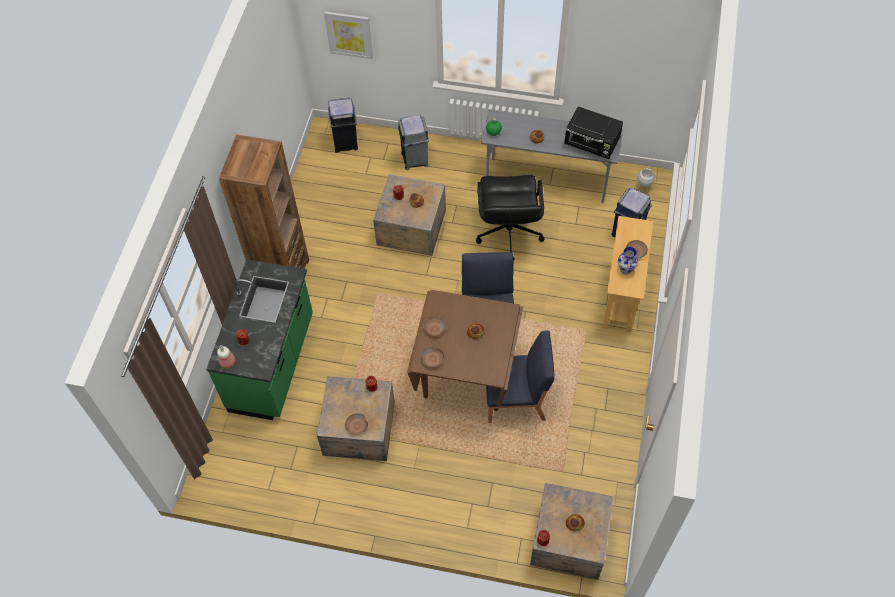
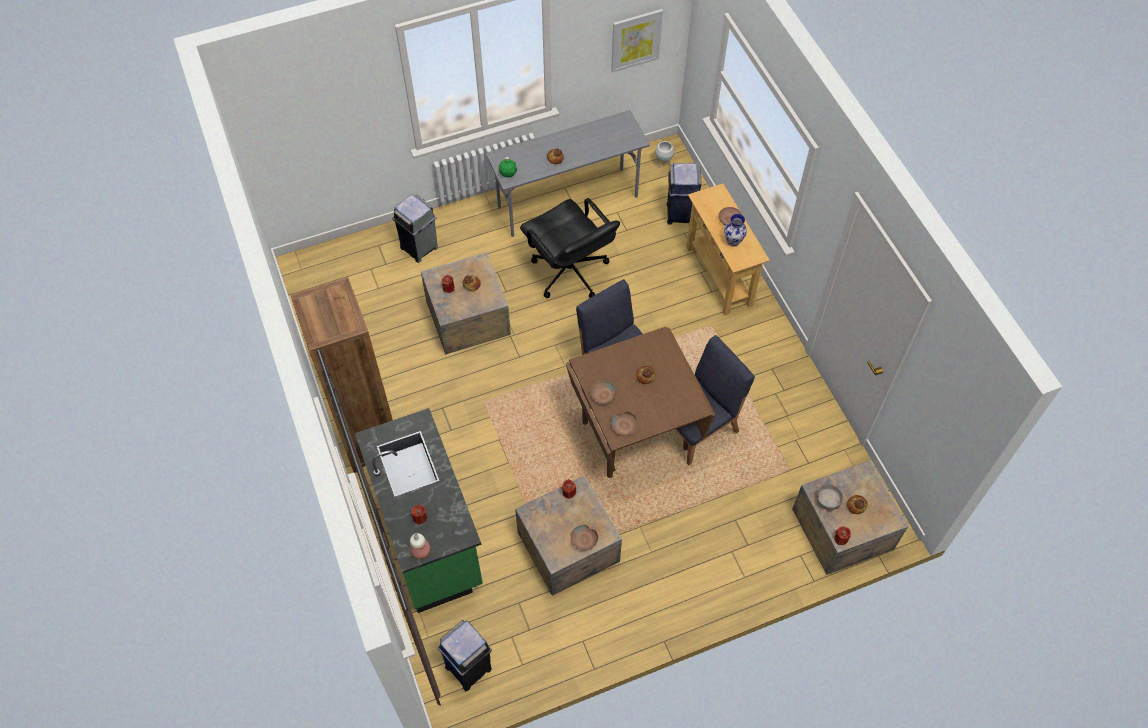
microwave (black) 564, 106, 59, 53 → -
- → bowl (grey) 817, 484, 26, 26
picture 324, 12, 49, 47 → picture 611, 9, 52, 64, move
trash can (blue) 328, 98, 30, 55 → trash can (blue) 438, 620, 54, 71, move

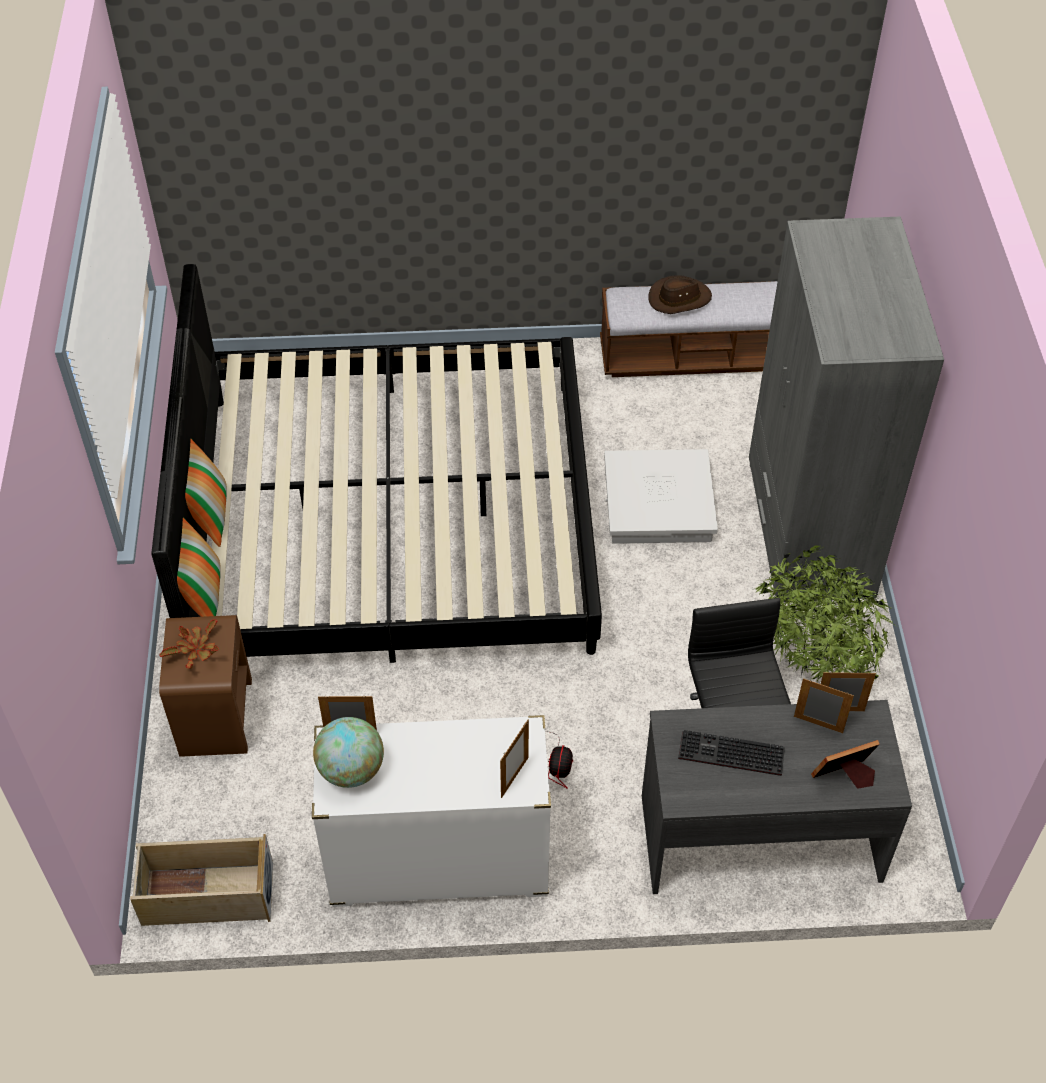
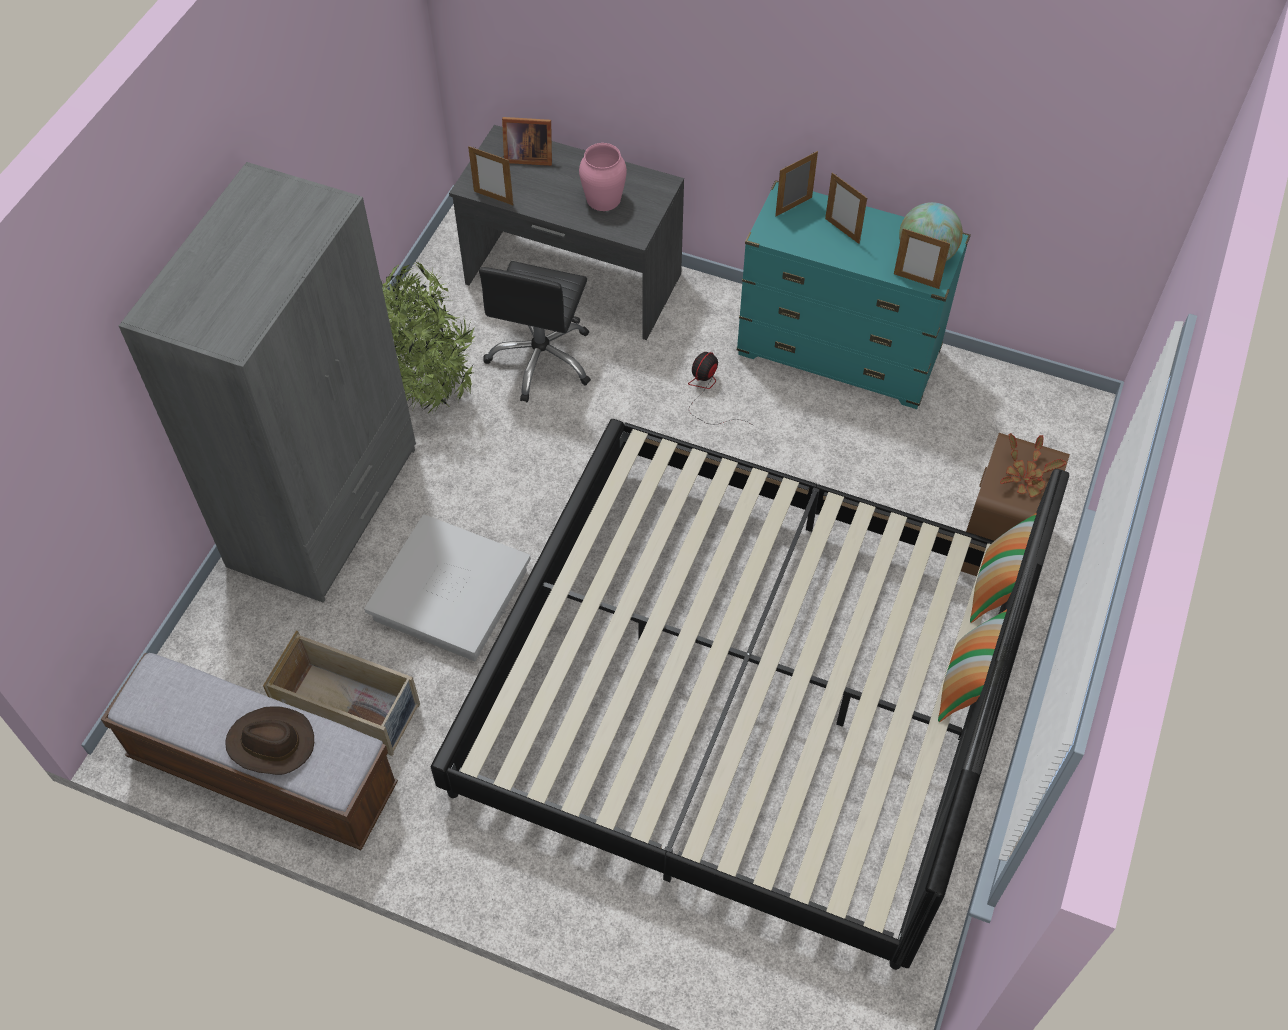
storage box (beige) 130, 834, 143, 92 → storage box (beige) 263, 631, 157, 125, move
picture frame 794, 678, 60, 55 → picture frame 825, 173, 42, 71, move
keyboard 678, 730, 107, 46 → vase (pink) 579, 143, 48, 68
dresser (white) 312, 715, 239, 192 → dresser (turquoise) 736, 180, 235, 229

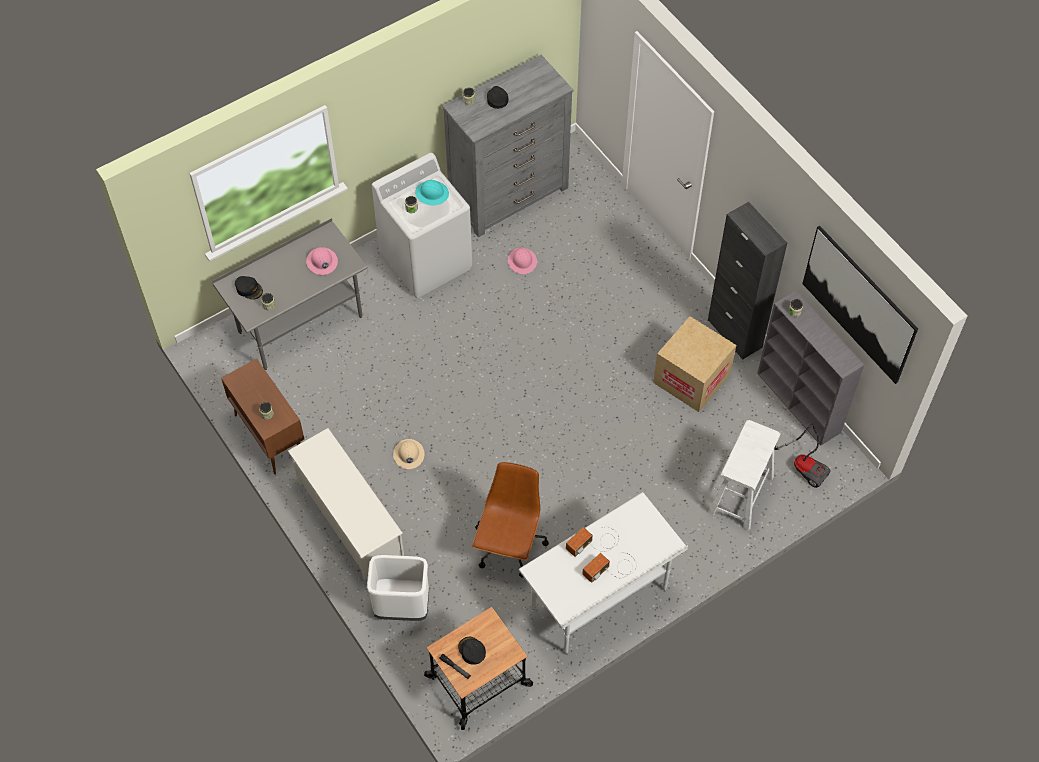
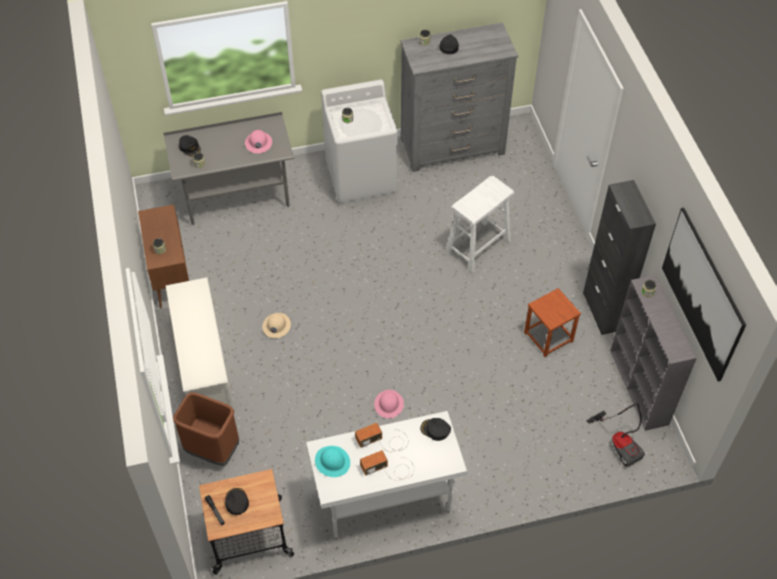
office chair (brown) 472, 462, 77, 115 → -
- → cap (black) 420, 418, 31, 23
hard hat (turquoise) 415, 180, 34, 25 → hard hat (turquoise) 315, 446, 35, 31, move
hard hat (pink) 508, 248, 29, 26 → hard hat (pink) 374, 390, 30, 28, move
stool (white) 708, 420, 72, 111 → stool (white) 445, 176, 69, 97, move
cardboard box 653, 316, 83, 96 → stool (brown) 524, 288, 57, 69
trash can (white) 367, 555, 62, 66 → trash can (brown) 173, 393, 66, 73

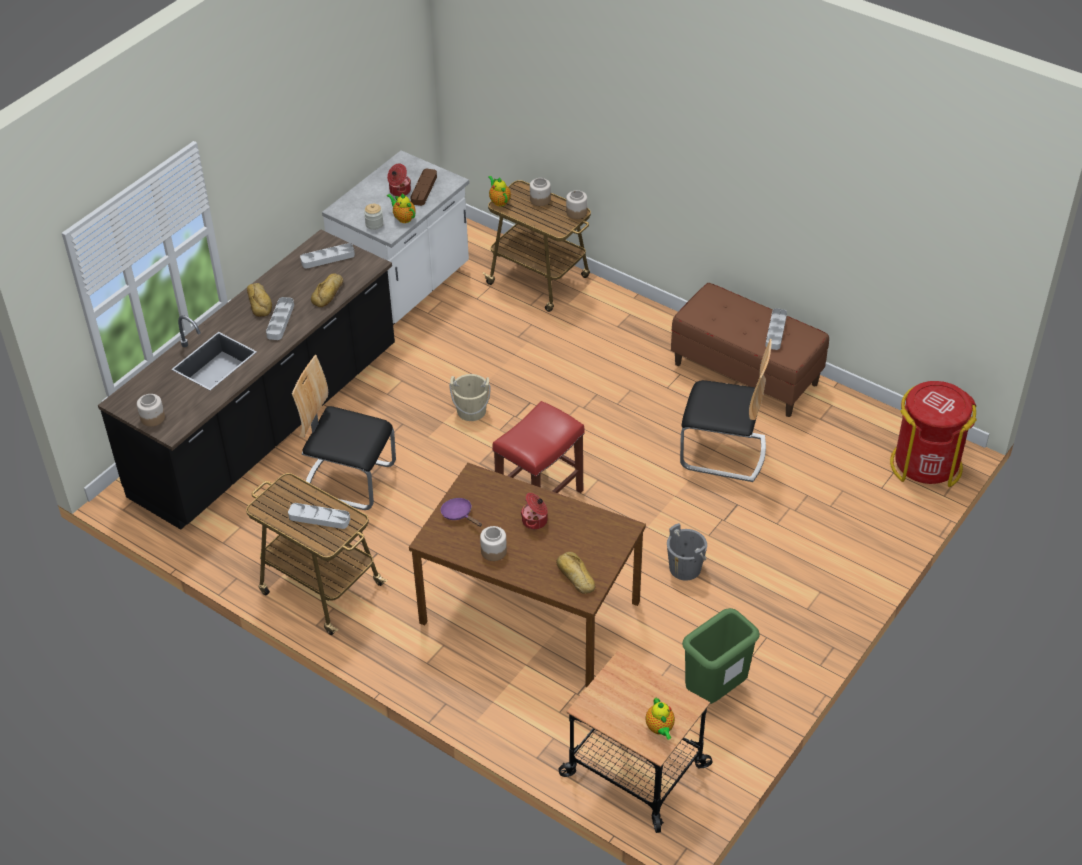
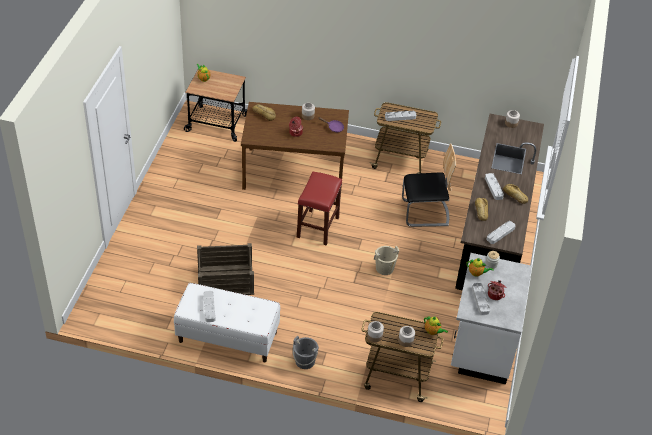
trash can (green) 682, 608, 78, 96 → -
trash can (red) 890, 381, 87, 106 → -
bucket (grey) 667, 523, 40, 58 → bucket (grey) 293, 336, 26, 33, move
chair 680, 339, 92, 143 → crate 197, 243, 57, 52
tray (brown) 410, 169, 27, 37 → tray (grey) 472, 283, 18, 32
bench (brown) 671, 283, 158, 134 → bench (white) 174, 283, 106, 80

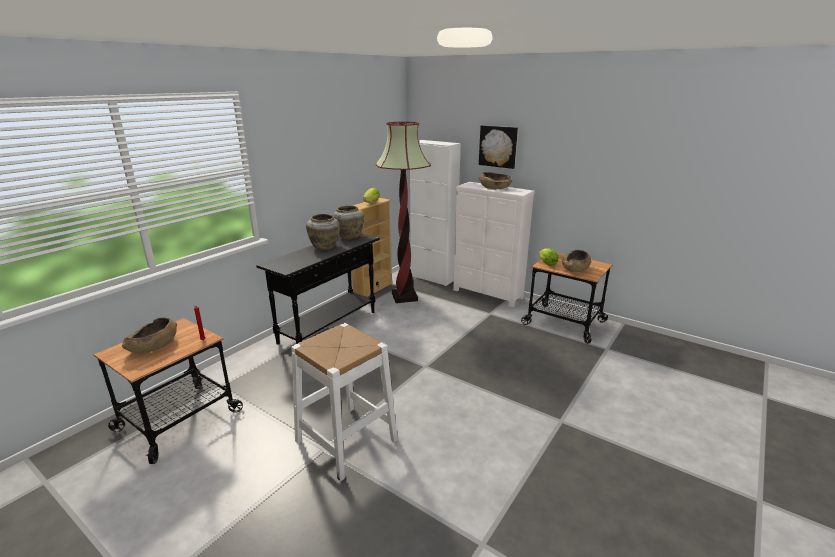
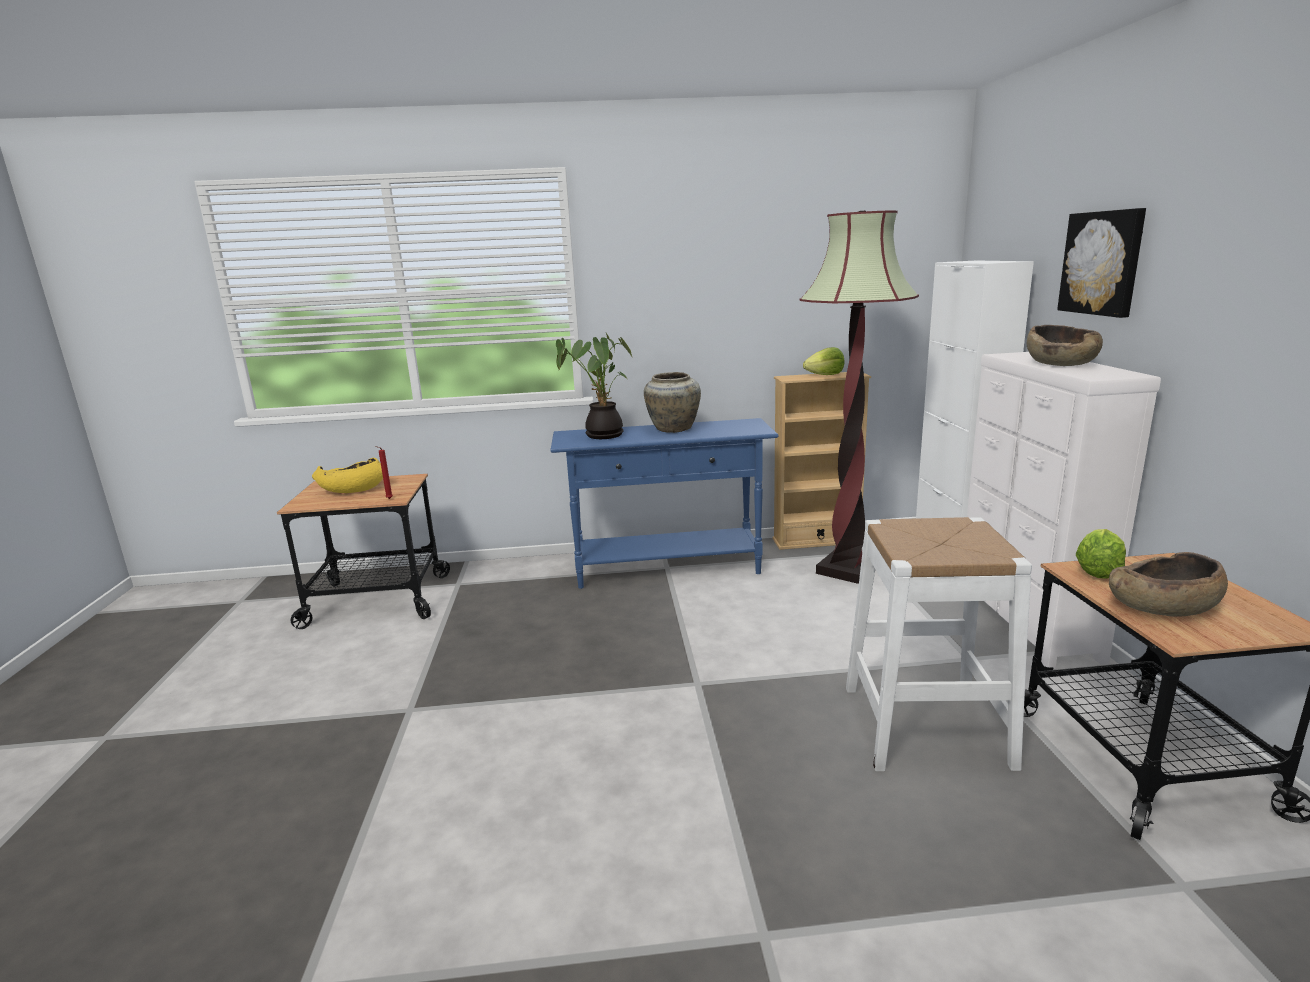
vase (beige) 333, 206, 31, 33 → -
- → potted plant 556, 333, 77, 106
stool (white) 291, 323, 107, 158 → stool (white) 846, 517, 186, 254, move
bowl (brown) 122, 317, 55, 36 → bowl (yellow) 312, 458, 71, 35
console table (black) 256, 234, 124, 111 → console table (blue) 550, 418, 228, 171

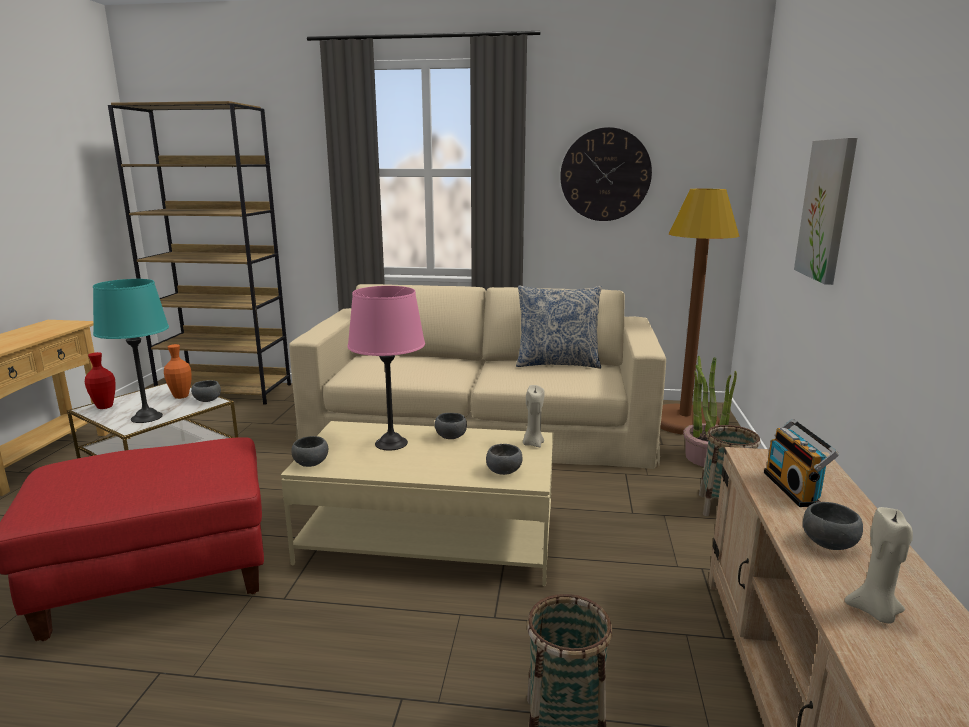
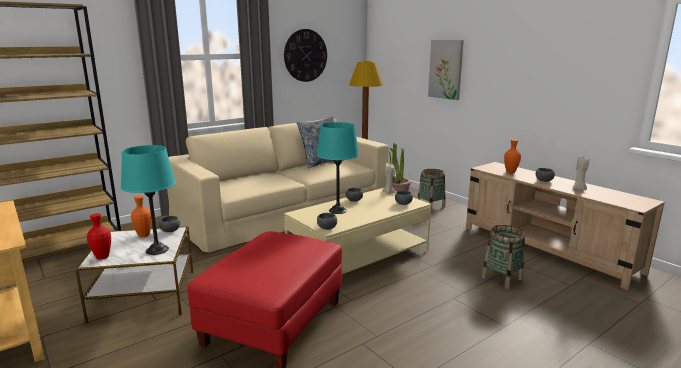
radio 764, 419, 75, 88 → vase (orange) 504, 139, 17, 34
table lamp (pink) 348, 286, 77, 164 → table lamp (turquoise) 317, 122, 42, 92

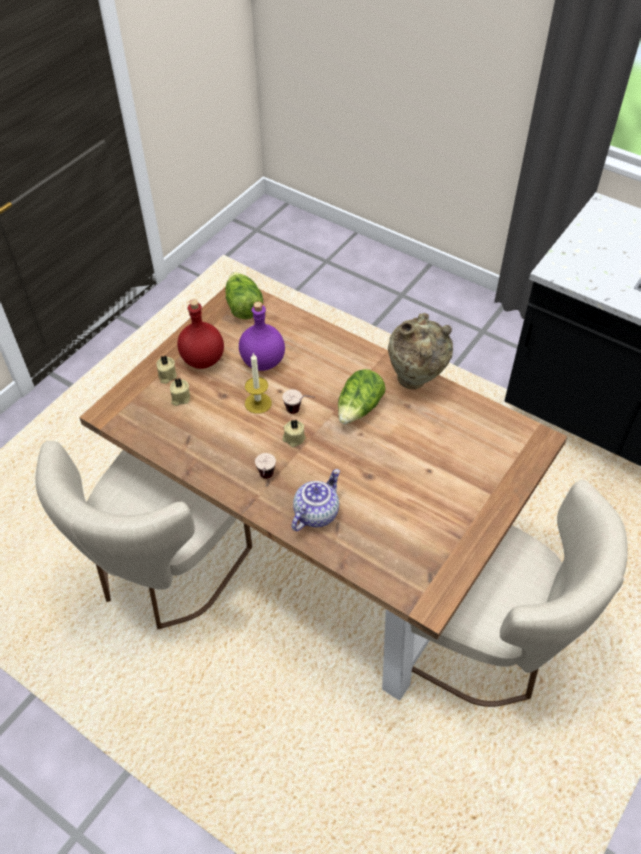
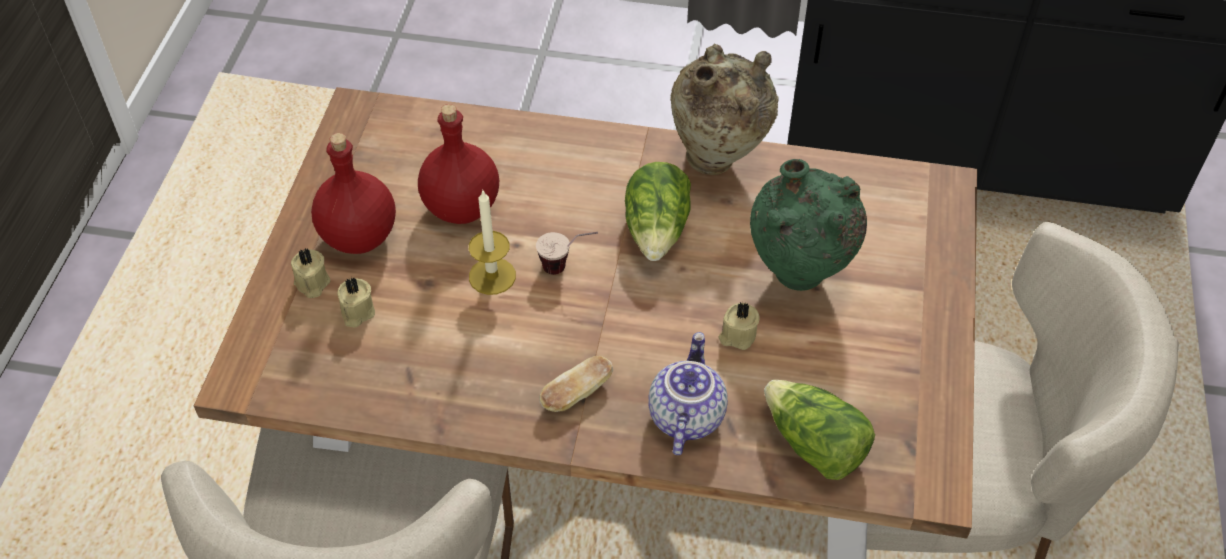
- → vase (green) 750, 159, 117, 132
lettuce 225, 272, 38, 47 → lettuce 764, 380, 111, 100, move
candle (beige) 282, 420, 24, 27 → candle (beige) 718, 302, 42, 48, move
cup 255, 453, 21, 26 → bread 539, 356, 74, 56
bottle (purple) 239, 302, 46, 69 → bottle (red) 418, 104, 81, 120

